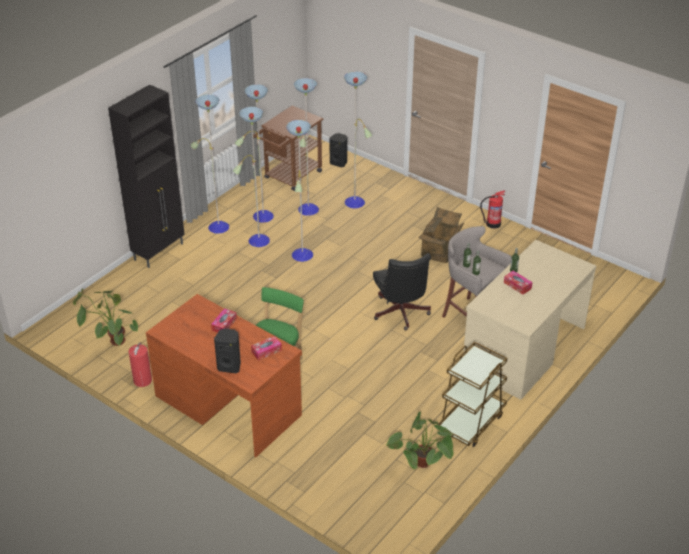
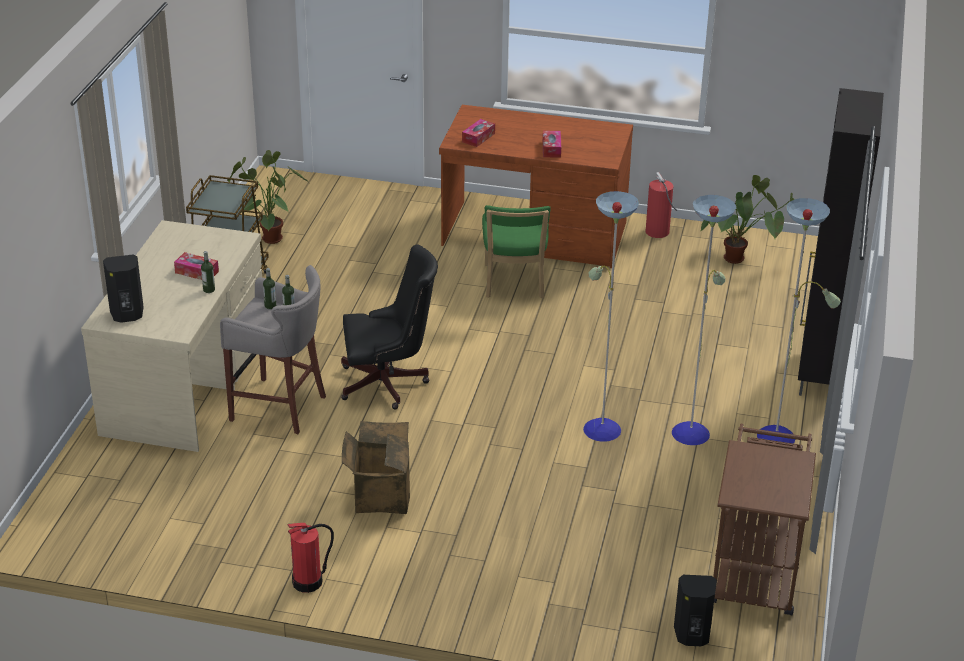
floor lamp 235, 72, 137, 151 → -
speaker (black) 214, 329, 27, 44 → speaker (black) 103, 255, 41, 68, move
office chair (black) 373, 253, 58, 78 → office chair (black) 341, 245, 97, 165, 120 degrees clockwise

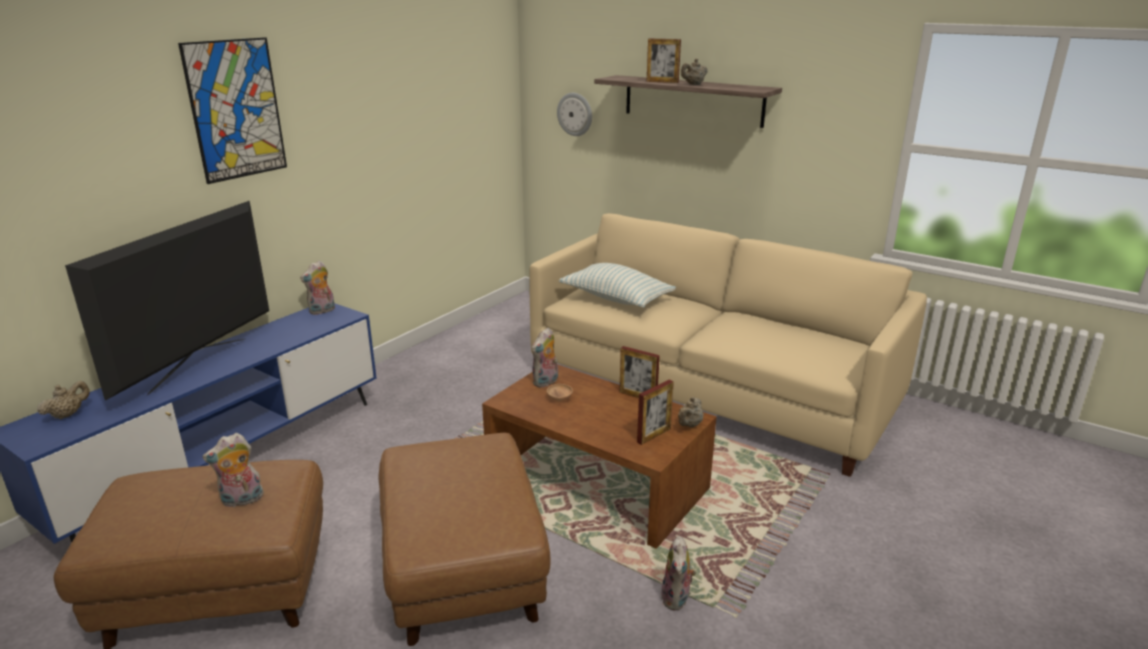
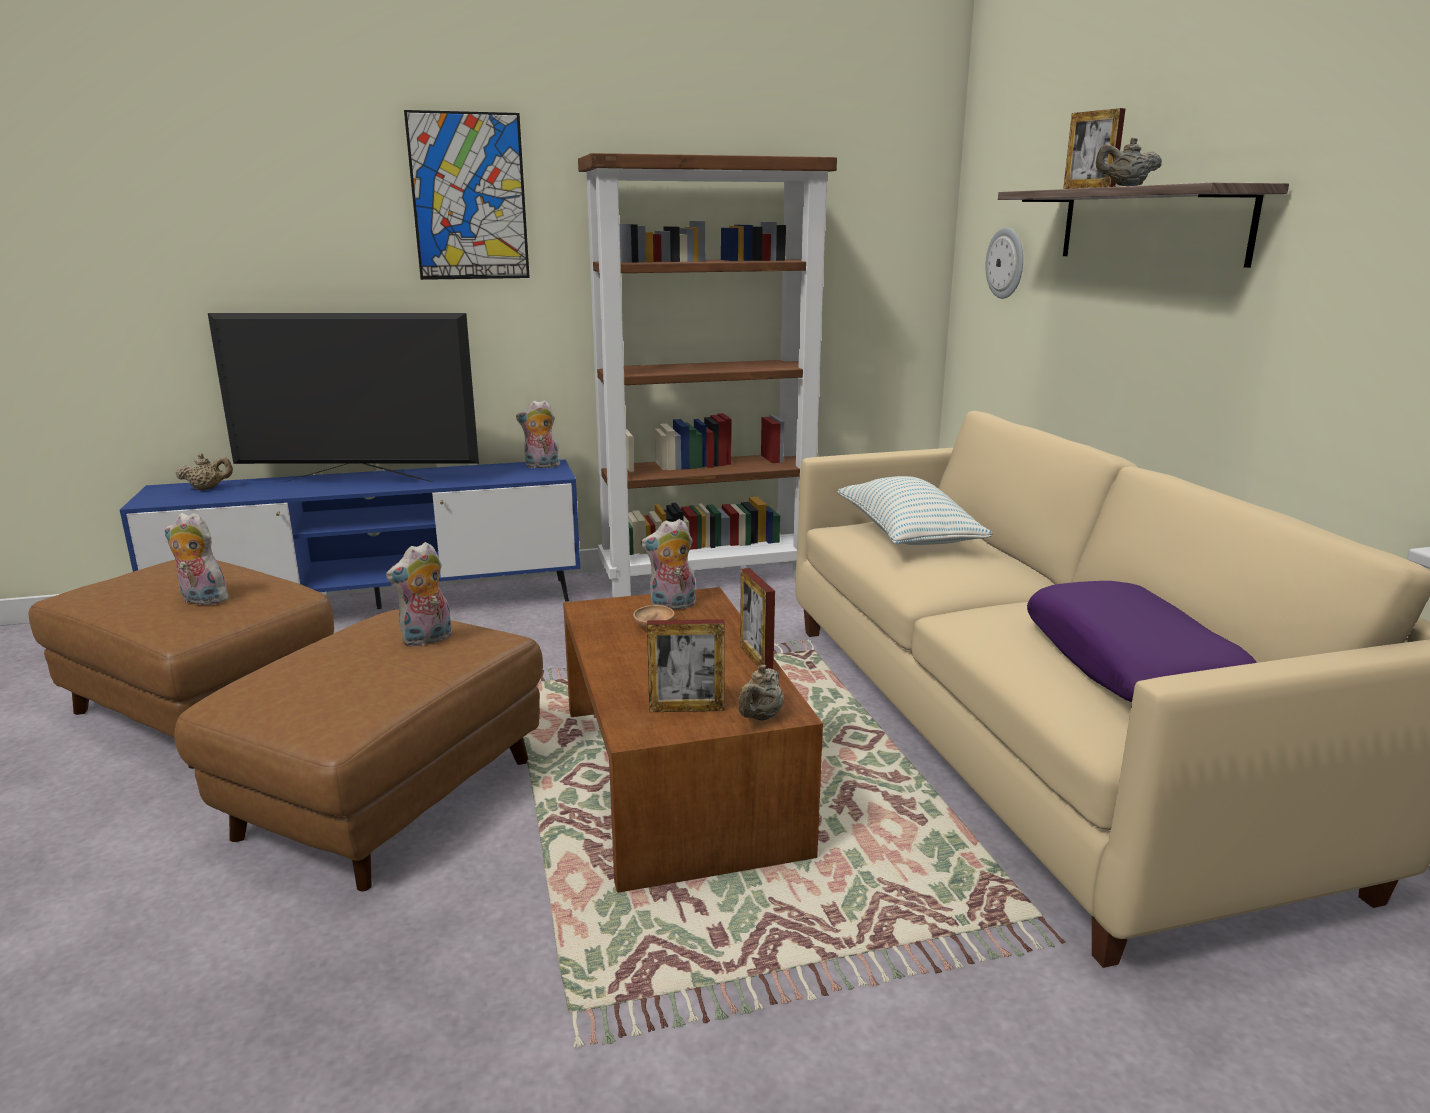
- → bookcase (brown) 578, 153, 259, 445
- → pillow (purple) 1027, 581, 230, 121
plush toy 661, 536, 35, 75 → plush toy 386, 542, 66, 105, move
television 65, 201, 204, 200 → television 208, 313, 271, 169, 150 degrees counterclockwise
teapot (beige) 678, 397, 25, 30 → teapot (beige) 738, 664, 45, 57, 45 degrees counterclockwise

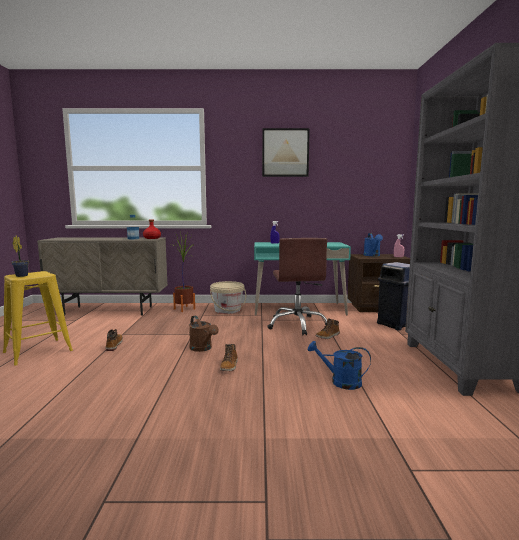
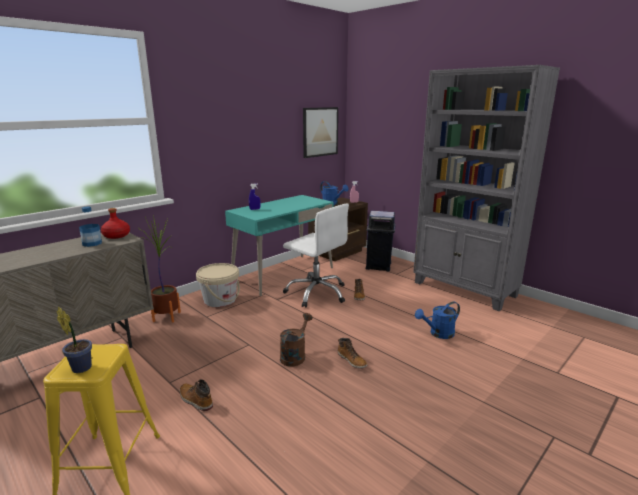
picture 262, 128, 48, 49 → picture 303, 107, 35, 51, move
office chair (brown) 267, 238, 60, 97 → office chair (white) 283, 203, 66, 105
watering can (brown) 189, 315, 30, 37 → watering can (brown) 280, 313, 33, 53, 75 degrees counterclockwise

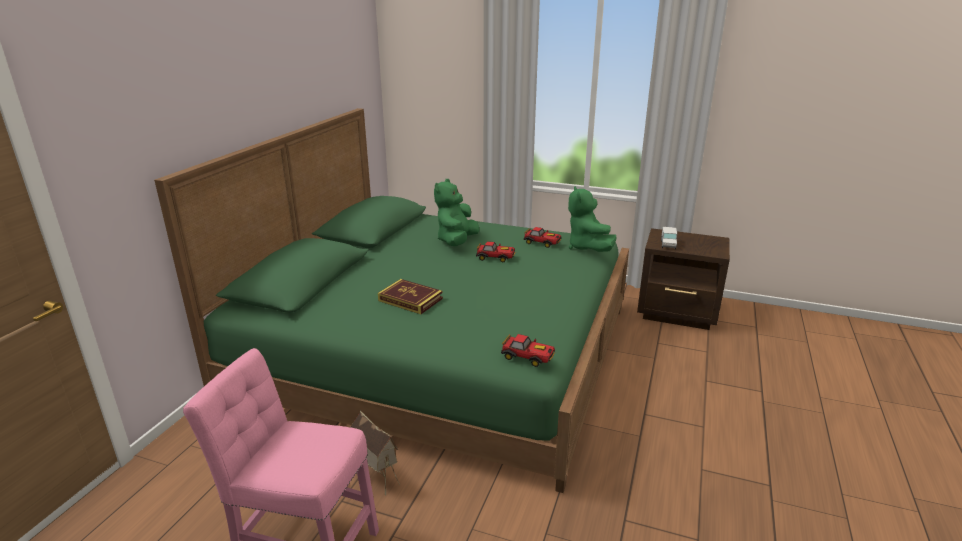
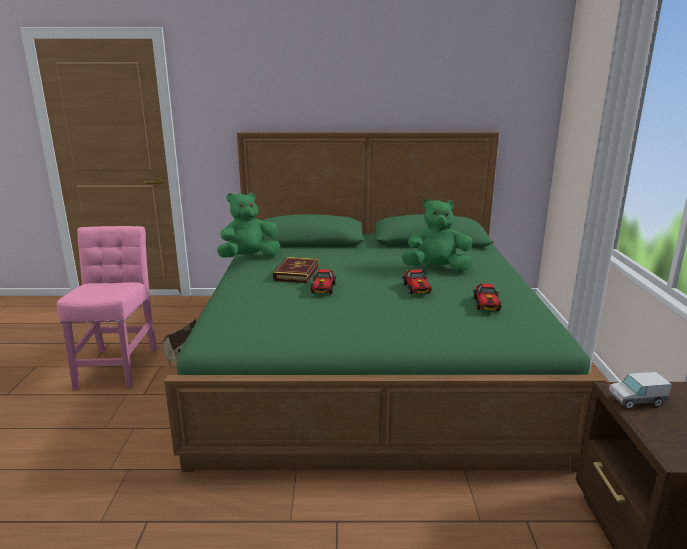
toy car 501, 334, 54, 33 → toy car 311, 269, 25, 25, move
plush toy (green) 568, 186, 49, 66 → plush toy (green) 217, 193, 64, 65, move

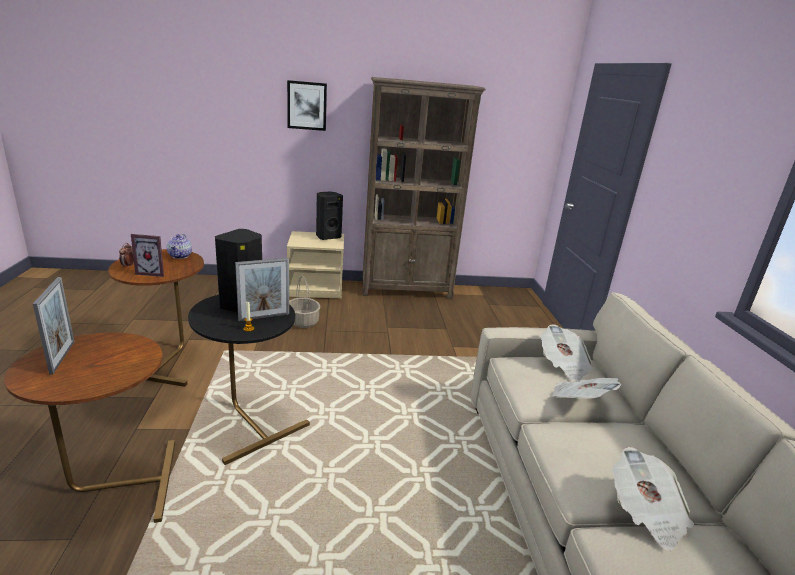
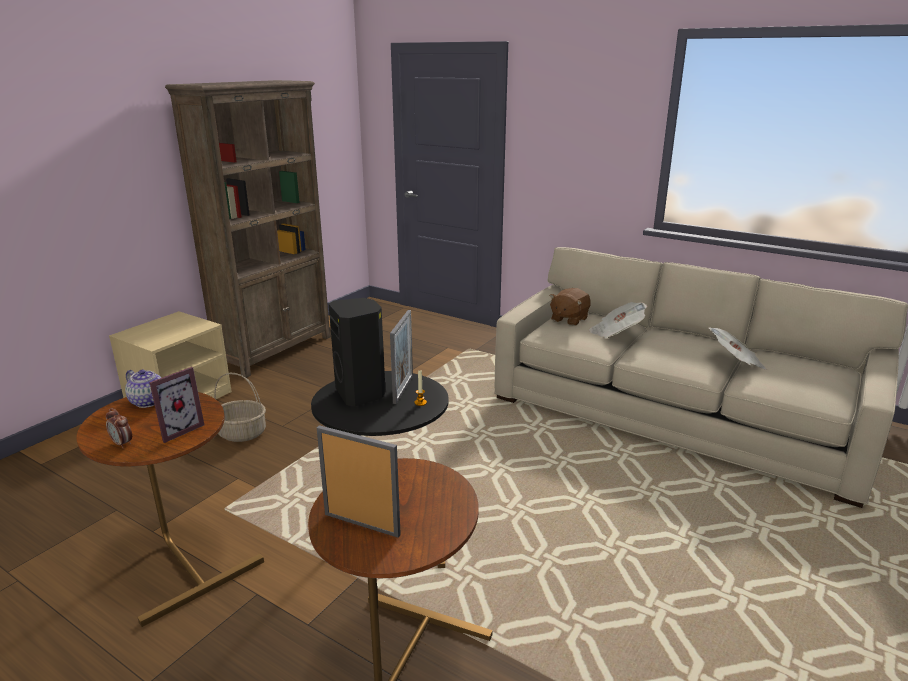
picture 287, 80, 40, 51 → -
speaker (black) 316, 192, 27, 48 → -
newspaper 541, 324, 52, 58 → plush toy (brown) 550, 288, 41, 38

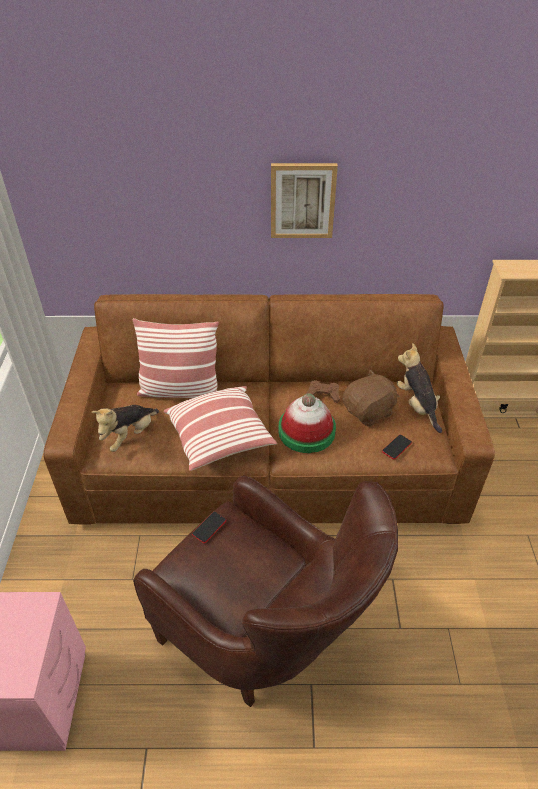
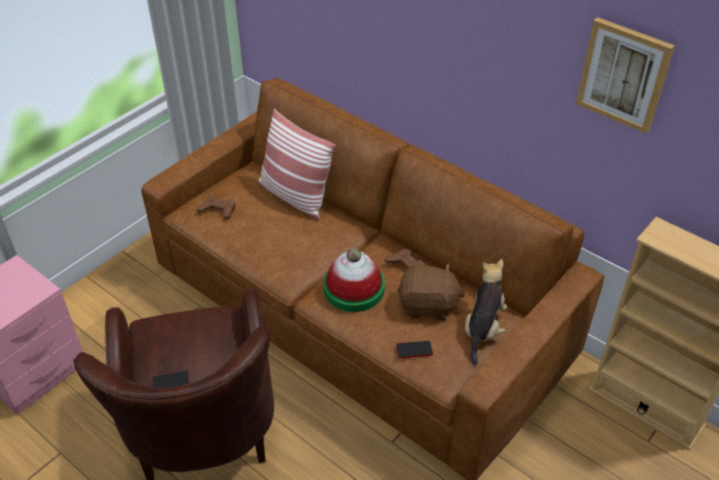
pillow 164, 386, 113, 85 → -
phone 192, 512, 34, 31 → phone 152, 371, 37, 17, move
picture 271, 163, 67, 75 → picture 576, 17, 99, 117, move
plush toy 92, 405, 67, 47 → game controller (brown) 197, 195, 39, 25

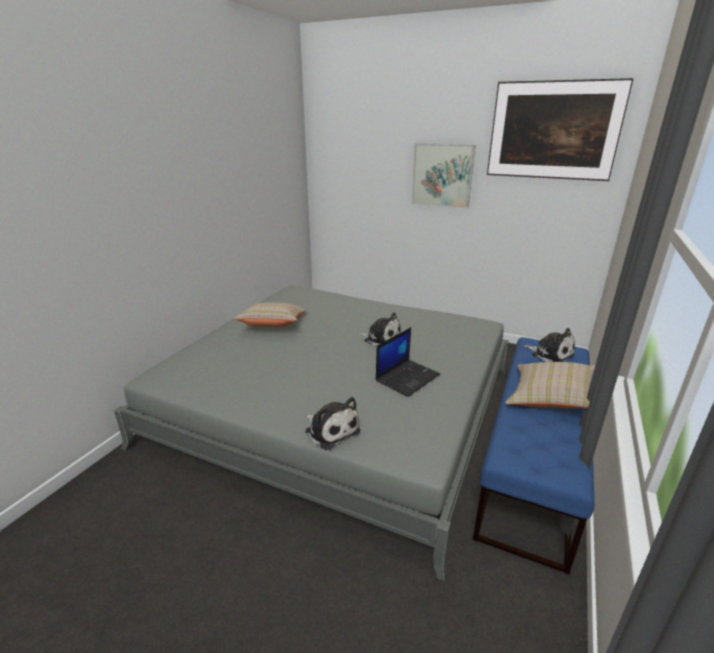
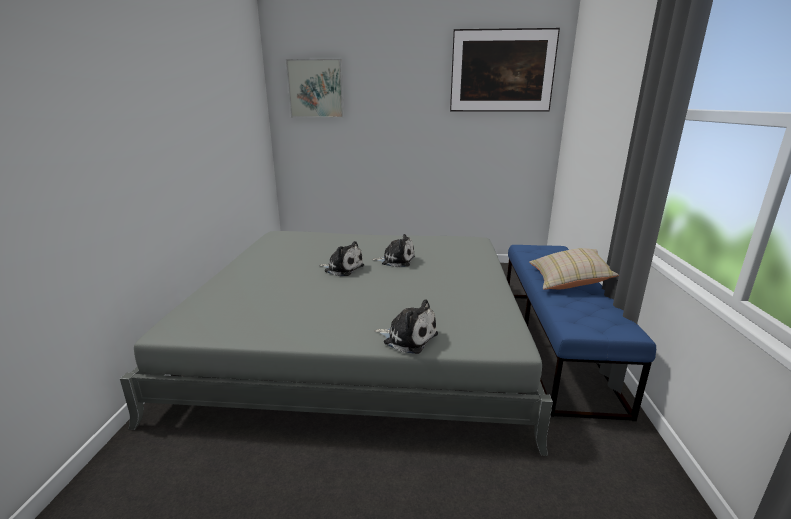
pillow (beige) 234, 303, 72, 24 → -
laptop 376, 327, 64, 70 → -
picture 412, 143, 63, 65 → picture 286, 59, 58, 59, move
plush toy 523, 328, 52, 34 → plush toy 319, 241, 45, 35, move

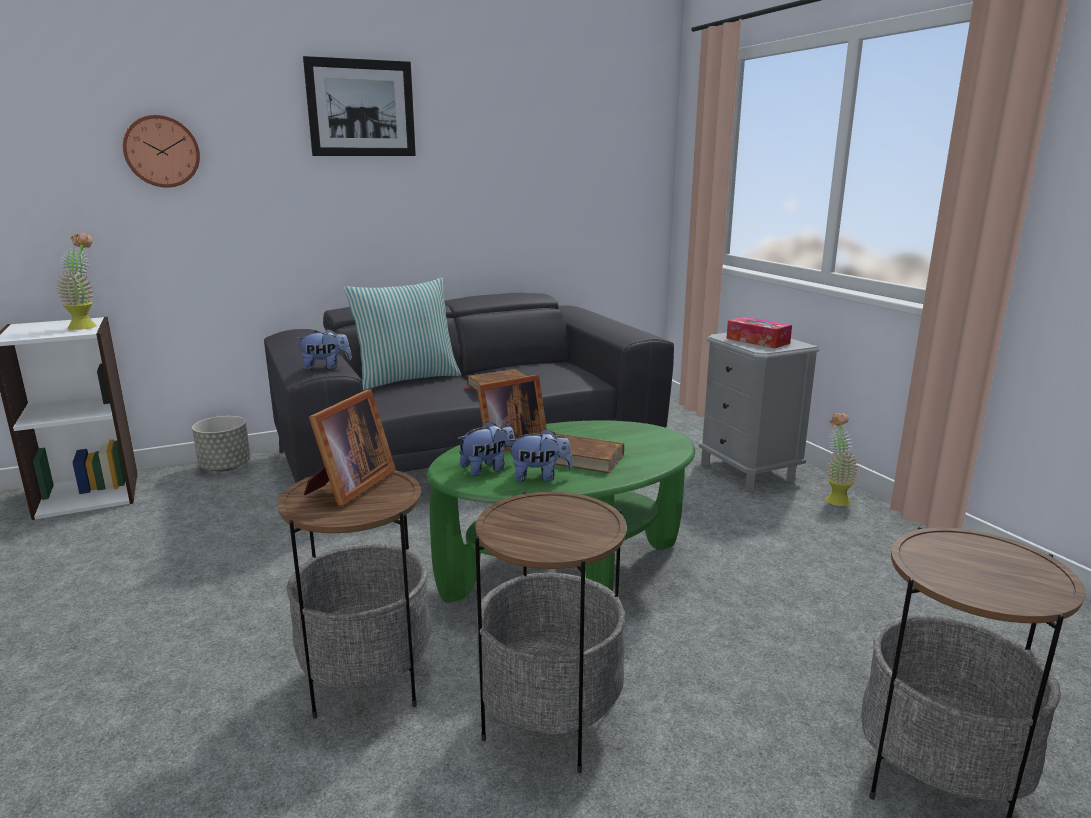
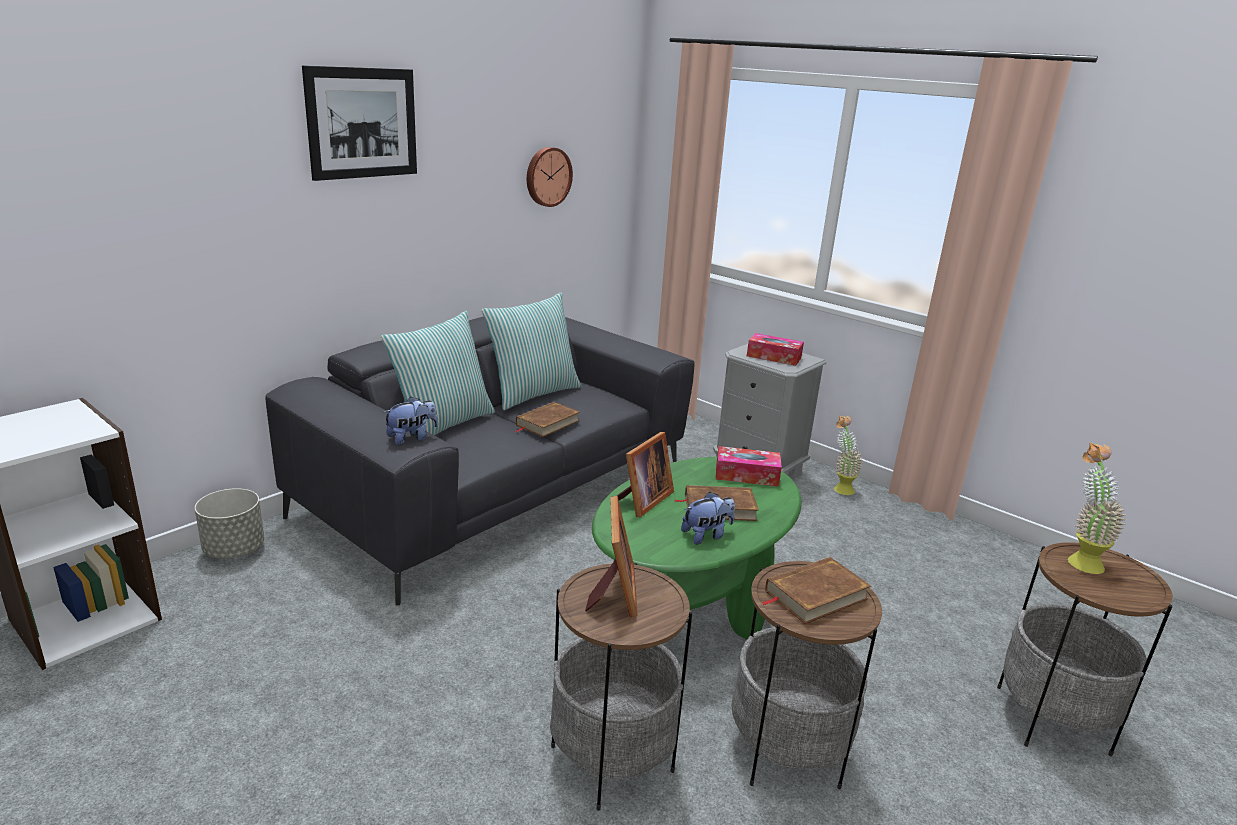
plush toy 457, 421, 58, 55 → -
- → pillow 482, 293, 99, 117
- → tissue box 716, 446, 66, 41
- → book (brown) 761, 557, 110, 67
potted plant 57, 233, 40, 97 → potted plant 1068, 443, 58, 131, move
wall clock 123, 115, 77, 73 → wall clock 527, 147, 46, 60, move

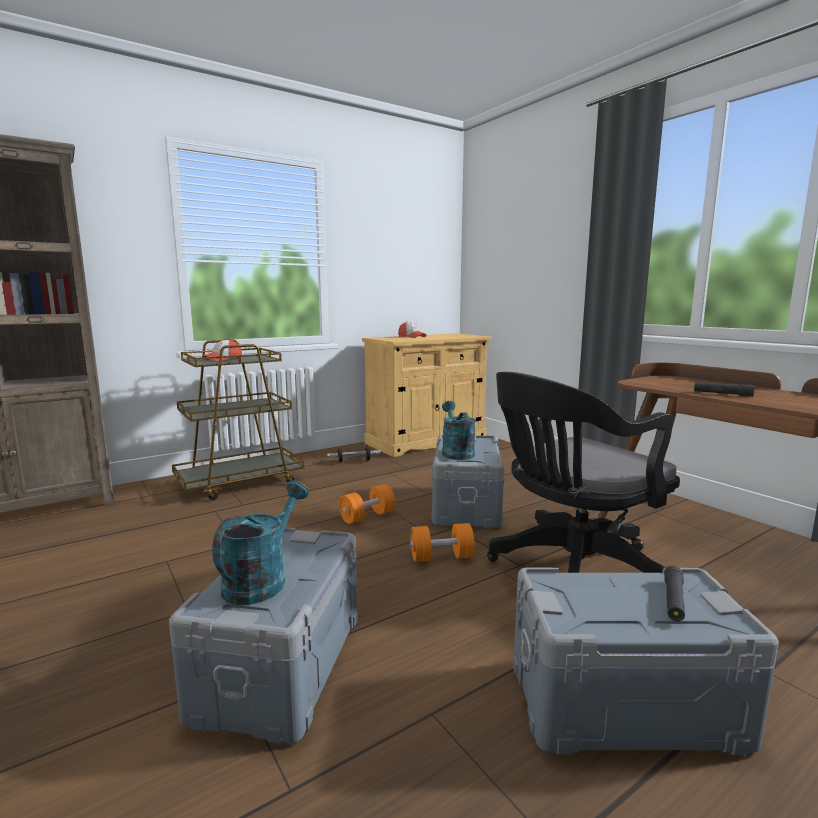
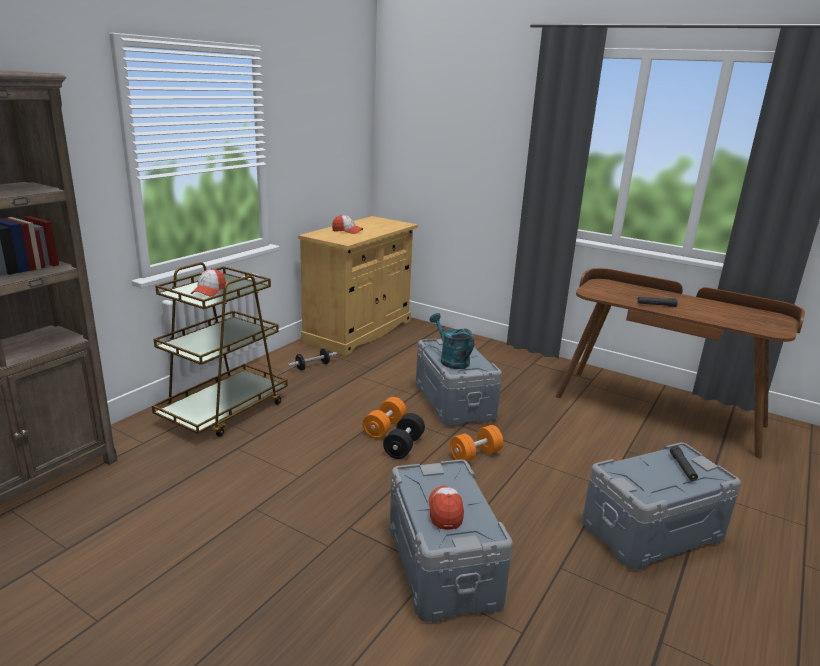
office chair (black) 487, 372, 193, 201 → -
- → dumbbell (black) 383, 413, 42, 46
watering can (turquoise) 212, 481, 97, 124 → cap 429, 486, 35, 44

